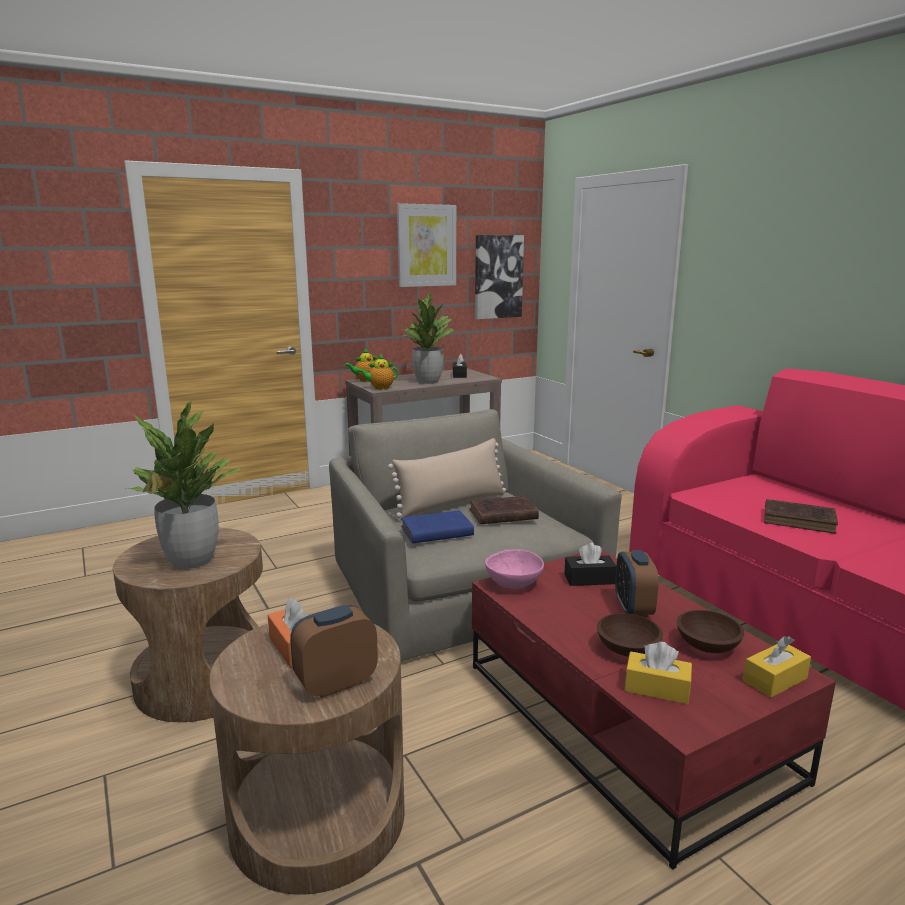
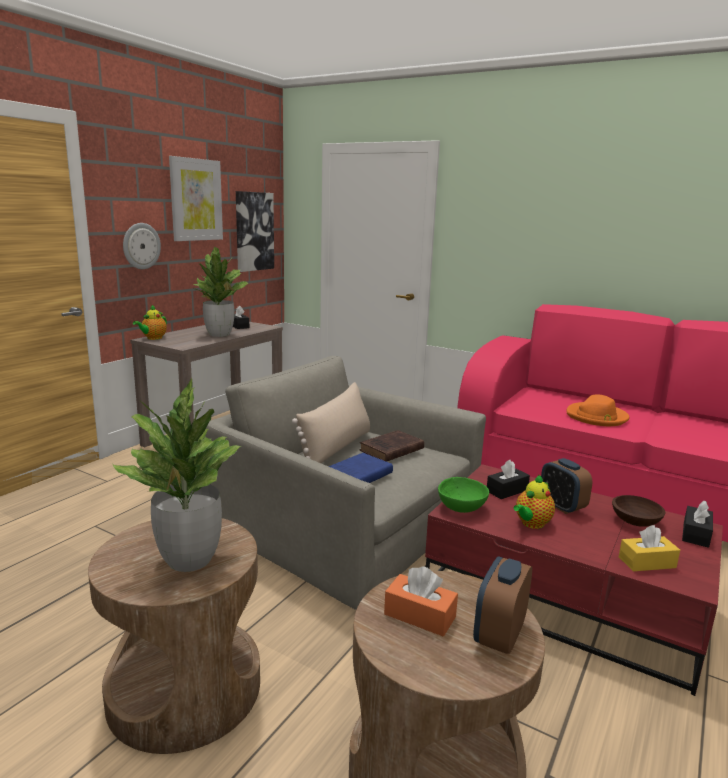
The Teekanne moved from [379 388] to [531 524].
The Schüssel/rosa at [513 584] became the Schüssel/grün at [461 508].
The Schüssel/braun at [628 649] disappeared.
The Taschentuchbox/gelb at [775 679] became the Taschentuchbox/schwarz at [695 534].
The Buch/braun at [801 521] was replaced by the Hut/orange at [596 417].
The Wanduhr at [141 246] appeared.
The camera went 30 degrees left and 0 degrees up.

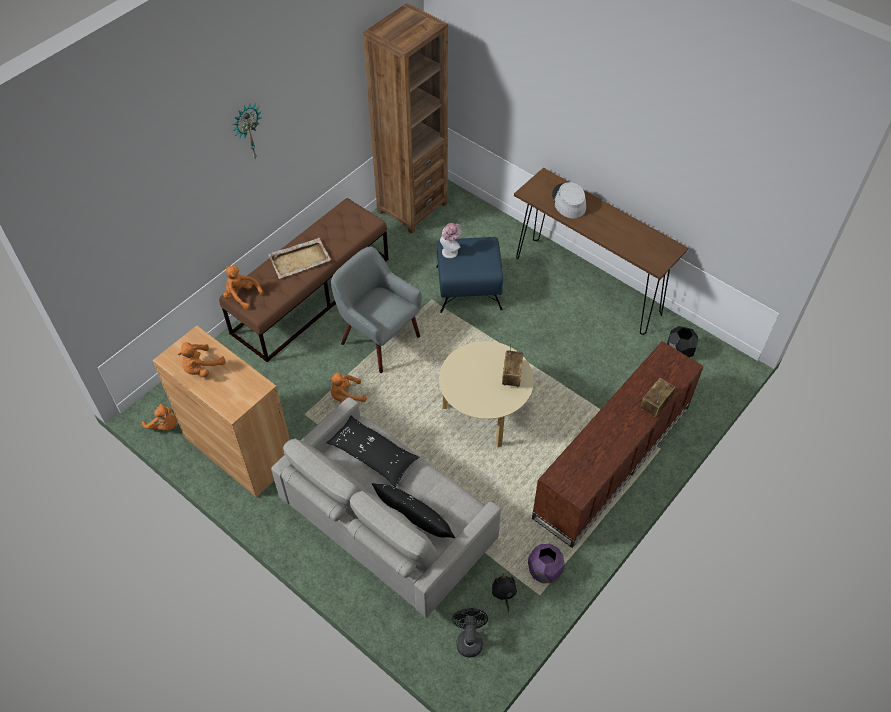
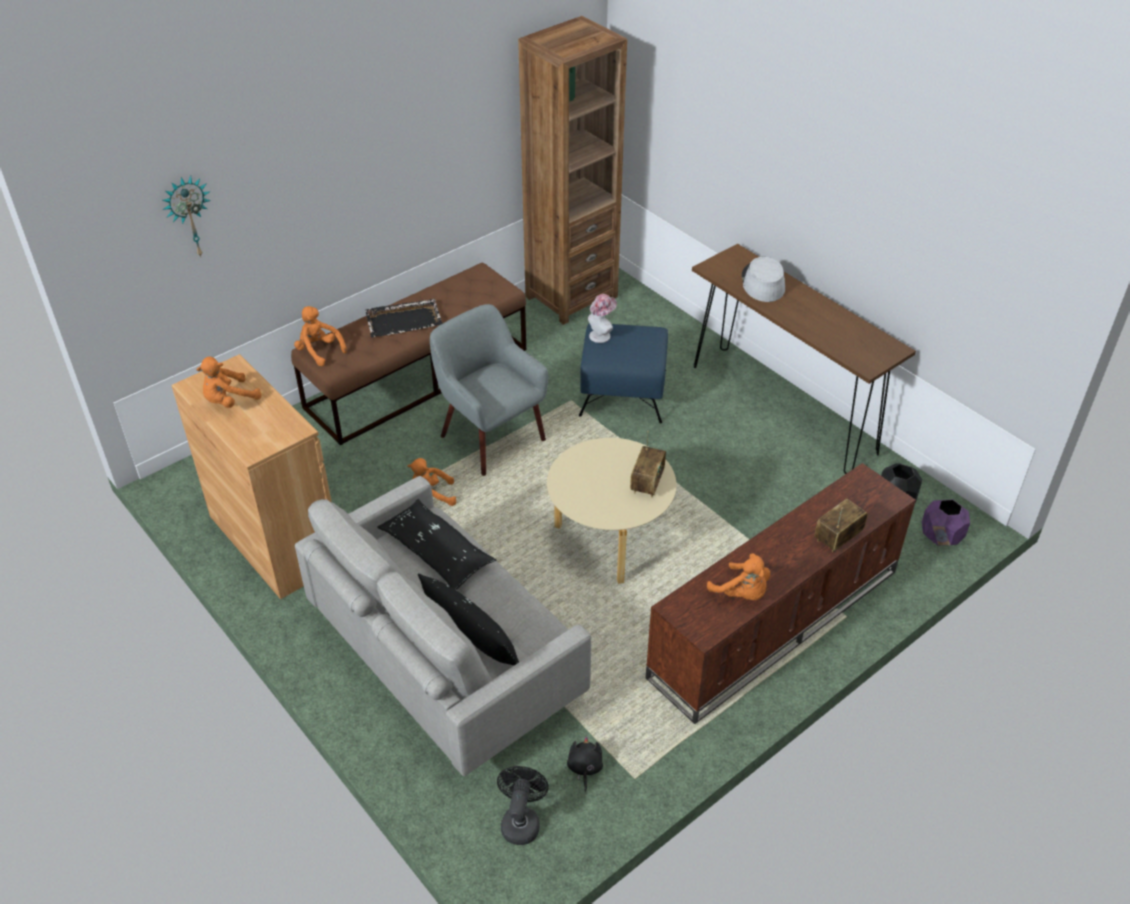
The Plüschtier/orange moved from [165 425] to [742 593].
The Wanduhr moved from [247 131] to [189 216].
The Tablett/beige at [300 259] became the Tablett/schwarz at [404 320].
The Pflanzkübel/lila moved from [545 571] to [941 537].
The camera went 10 degrees right and 10 degrees down.

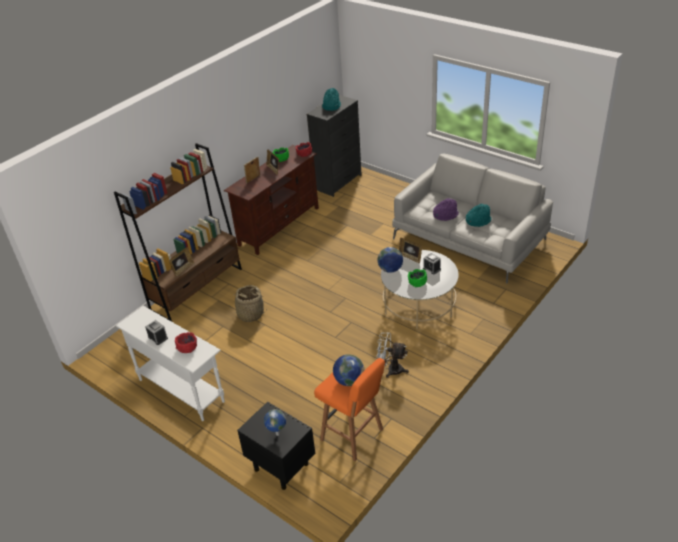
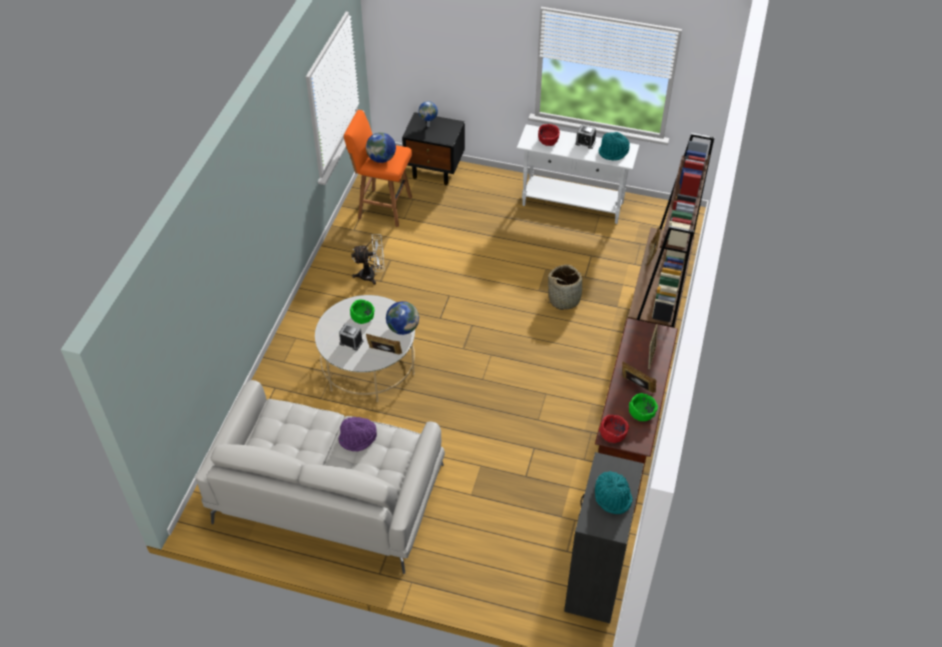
The Hut/türkis moved from [478 221] to [613 152].
The camera went 155 degrees right and 10 degrees up.

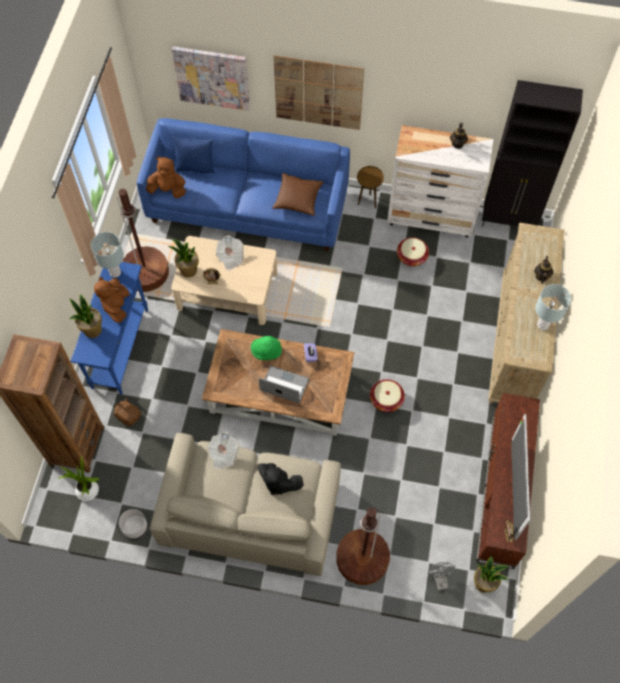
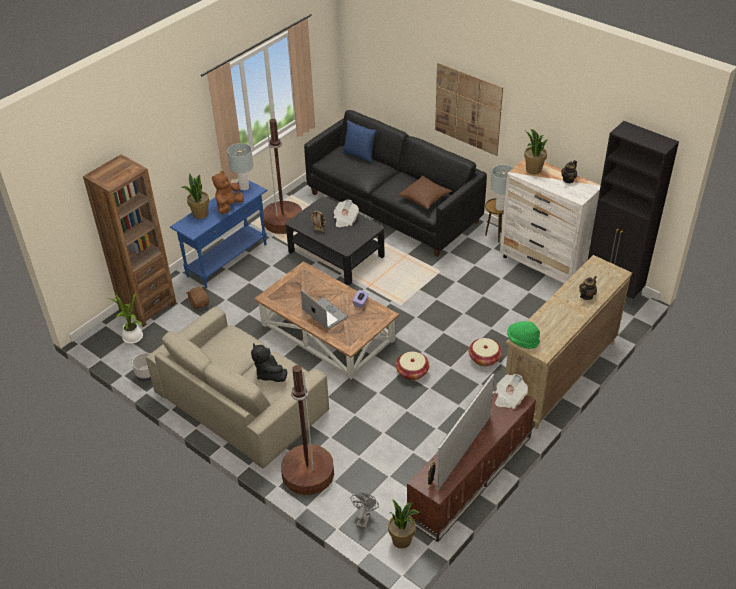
The Sofa/blau at [248 206] became the Sofa/schwarz at [393 207].
The Plüschtier/braun at [167 190] disappeared.
The Topfpflanze moved from [188 270] to [533 170].
The Couchtisch/beige at [227 290] became the Couchtisch/schwarz at [336 253].
The Bild at [212 77] disappeared.
The Zeitung moved from [223 454] to [509 397].
The Hut/grün moved from [266 351] to [522 340].
The Korb moved from [412 256] to [484 358].
The Tischlampe/grau moved from [543 325] to [500 208].
The camera went 30 degrees right and 20 degrees down.

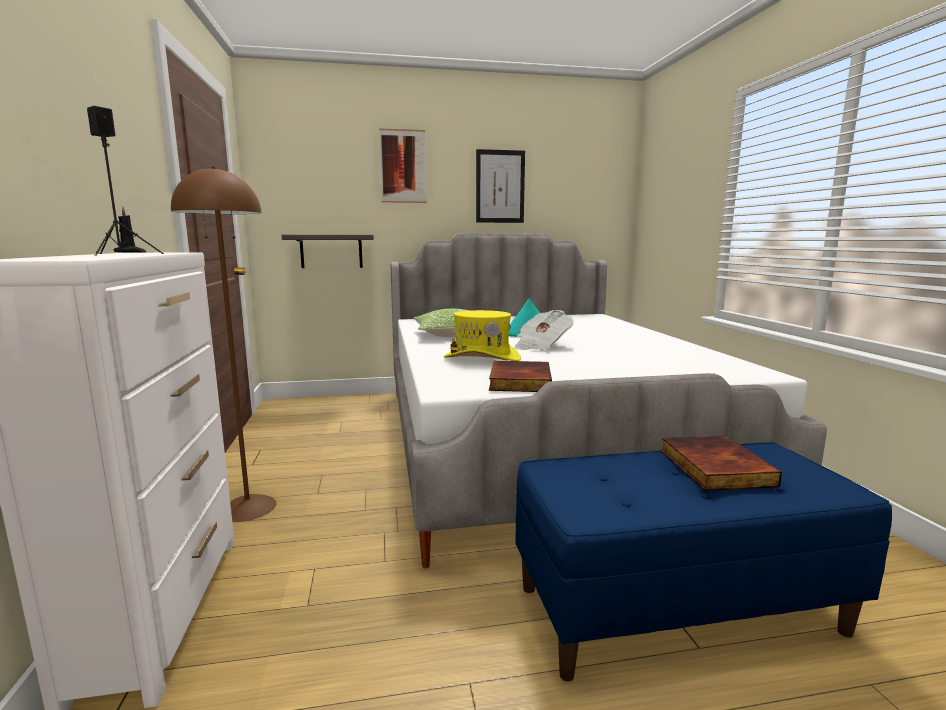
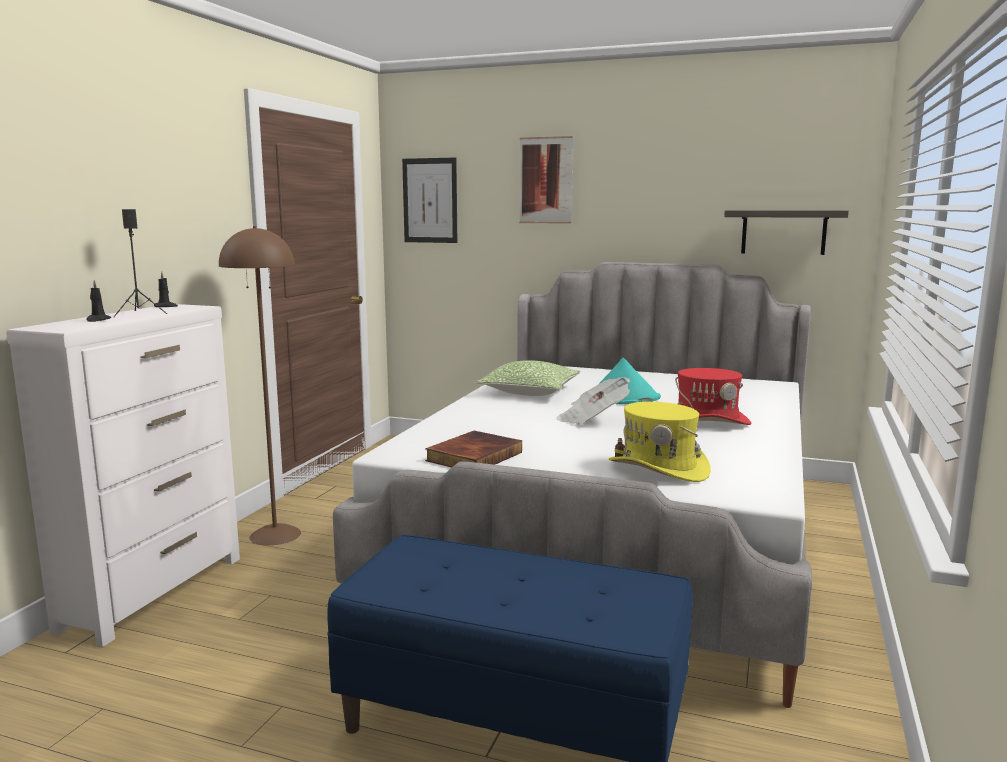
The Wandregal moved from [331 251] to [783 232].
The Hut/gelb moved from [482 358] to [658 468].
The Bild moved from [500 186] to [430 200].
The Buch at [713 467] disappeared.
The Kerze/schwarz at [98 320] appeared.
The Hut/rot at [707 421] appeared.
The camera went 30 degrees right and 0 degrees up.

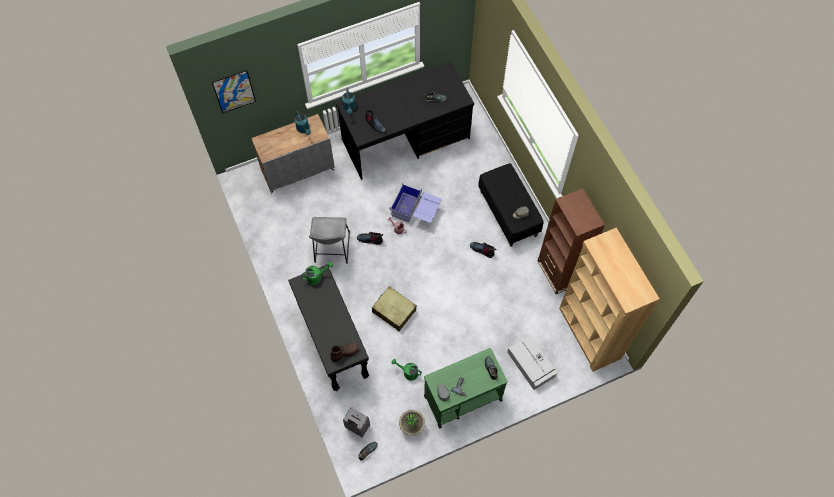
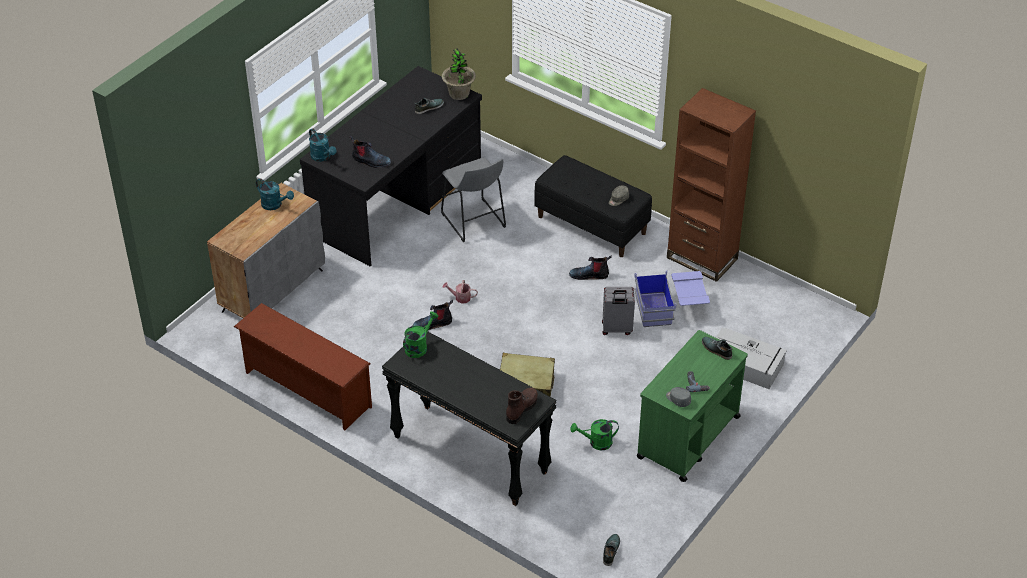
The Bild at [234 91] disappeared.
The Hocker/grau moved from [331 250] to [474 223].
The Koffer/grau moved from [357 427] to [616 329].
The Aufbewahrungsbox/blau moved from [416 211] to [670 309].
The Topfpflanze moved from [412 426] to [459 94].
The Bücherregal/braun at [589 333] disappeared.
The Schuhregal/braun at [306 390] appeared.
The camera went 30 degrees left and 20 degrees down.

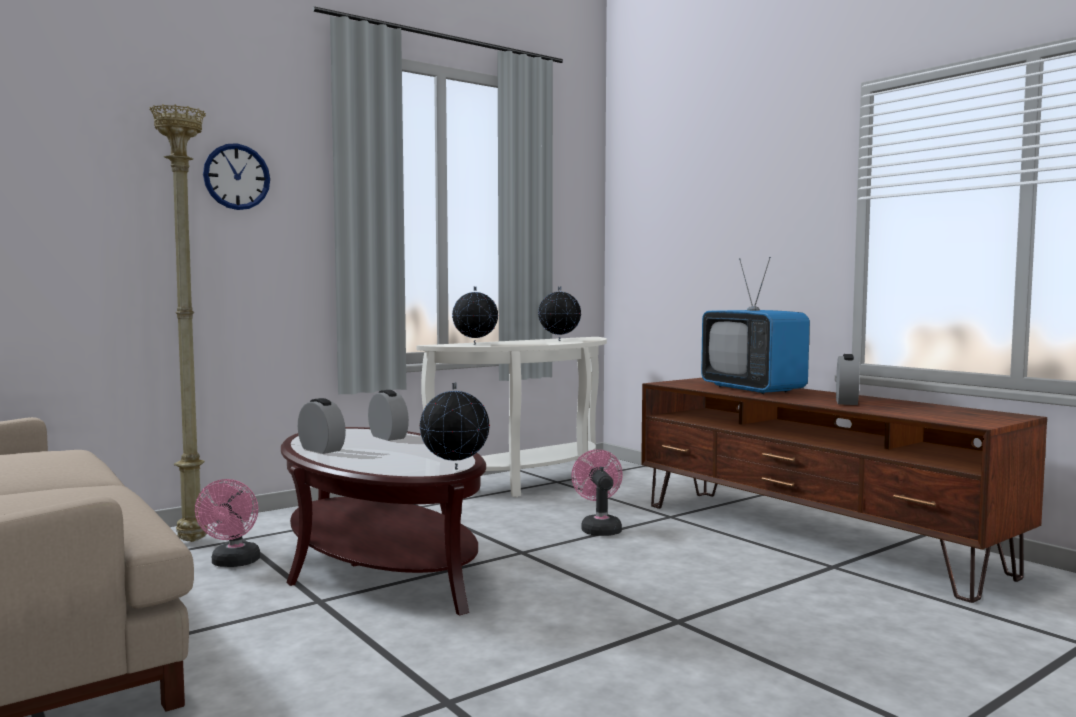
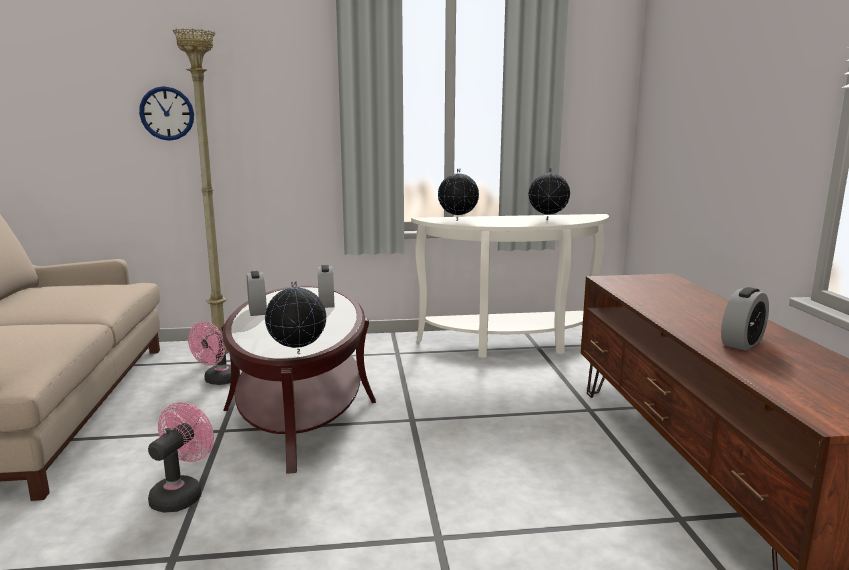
The Wanduhr moved from [236 177] to [167 113].
The Ventilator/rosa moved from [599 528] to [181 494].
The Fernseher at [752 389] disappeared.
The camera went 30 degrees right and 10 degrees up.

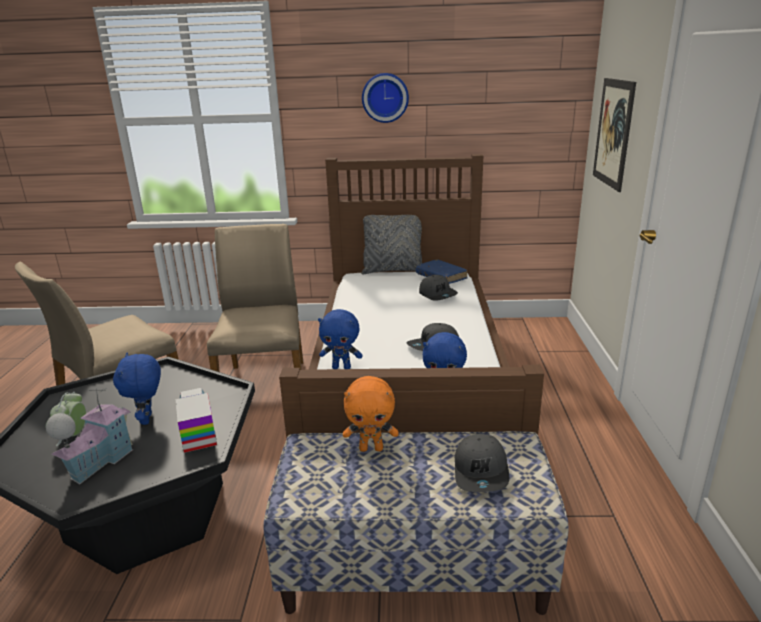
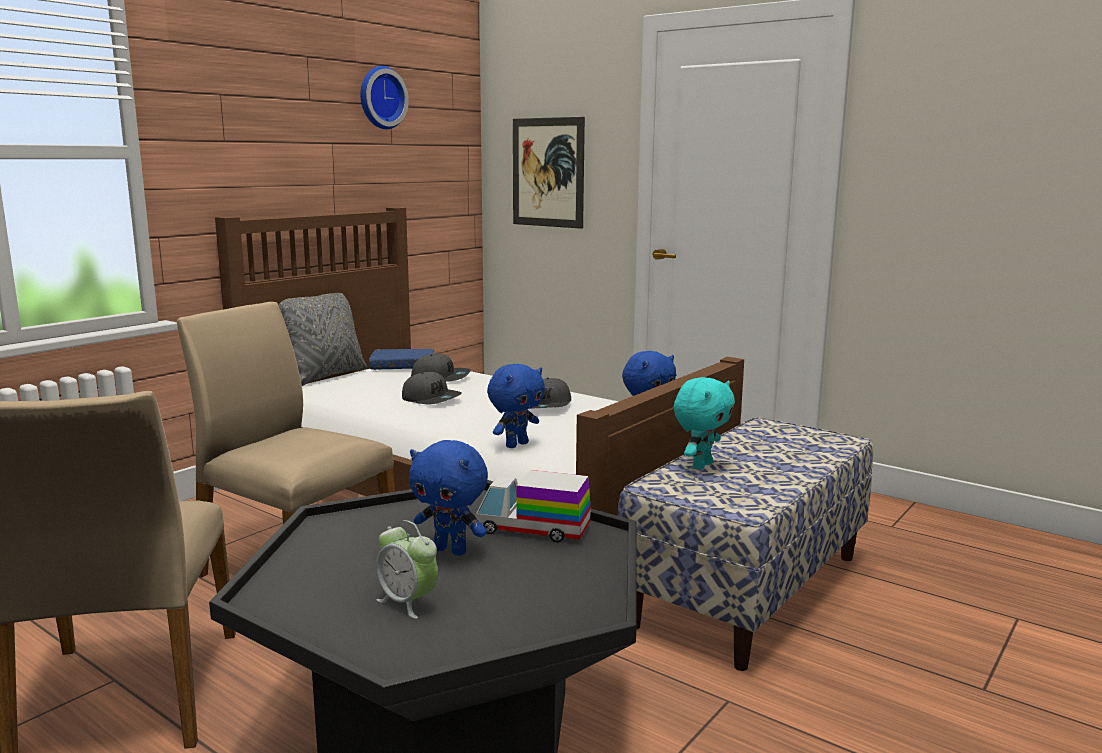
The Spielzeughaus at [100 461] disappeared.
The Plüschtier/orange at [371 448] became the Plüschtier/türkis at [701 465].
The Wanduhr moved from [385 97] to [380 98].
The Kappe/grau moved from [481 472] to [431 399].
The camera went 55 degrees left and 10 degrees down.

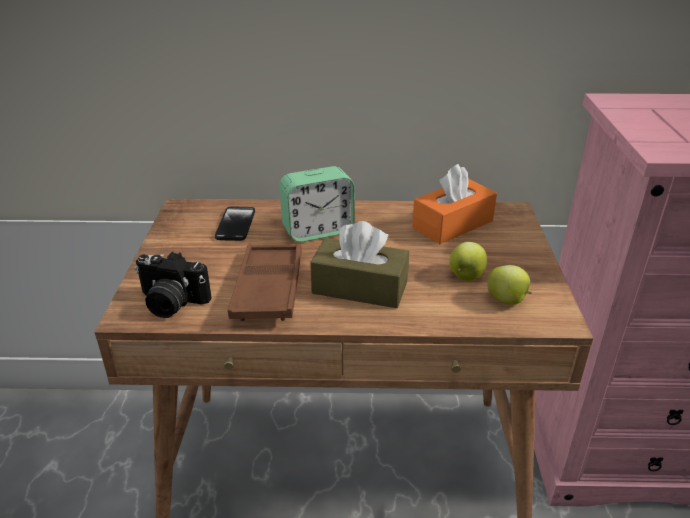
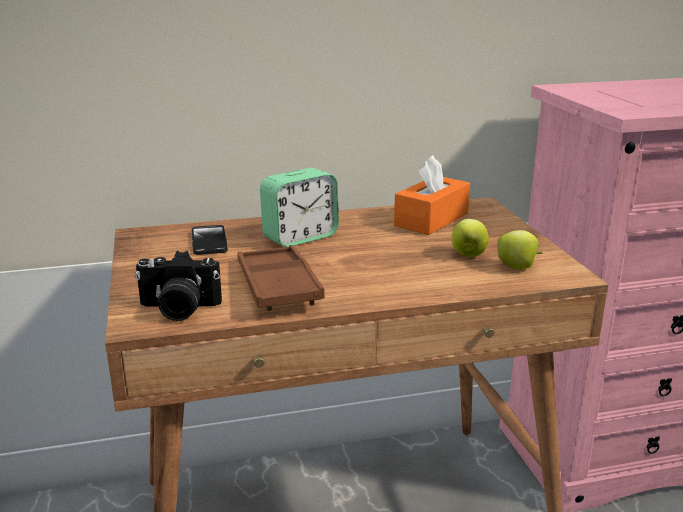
The Taschentuchbox/braun at [359 287] disappeared.
The camera went 15 degrees left and 10 degrees down.

